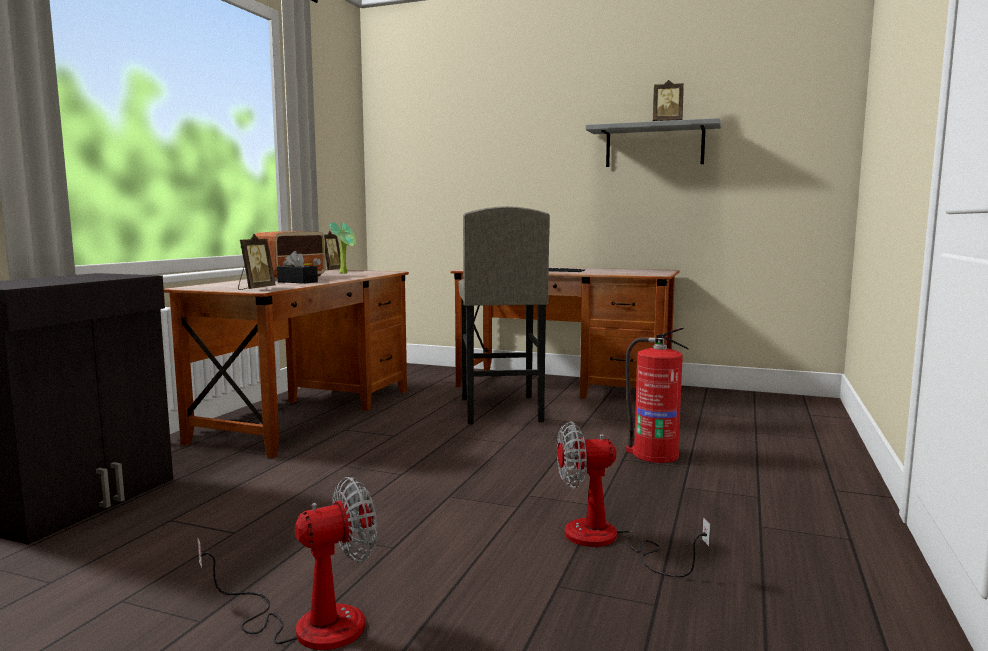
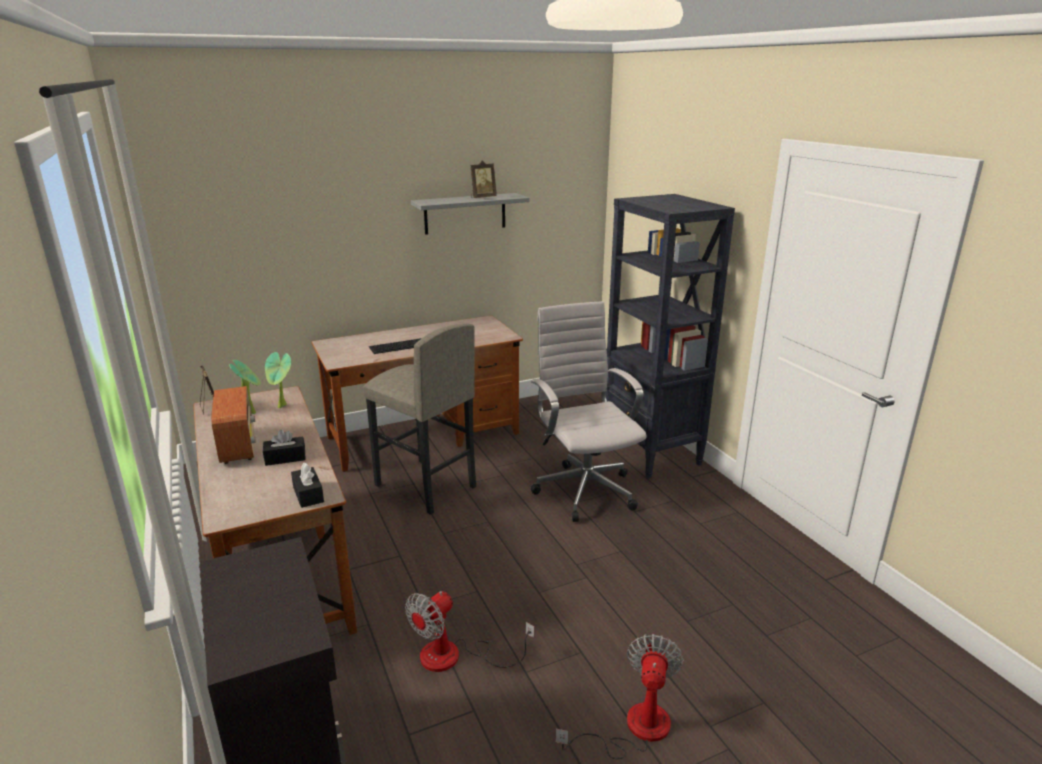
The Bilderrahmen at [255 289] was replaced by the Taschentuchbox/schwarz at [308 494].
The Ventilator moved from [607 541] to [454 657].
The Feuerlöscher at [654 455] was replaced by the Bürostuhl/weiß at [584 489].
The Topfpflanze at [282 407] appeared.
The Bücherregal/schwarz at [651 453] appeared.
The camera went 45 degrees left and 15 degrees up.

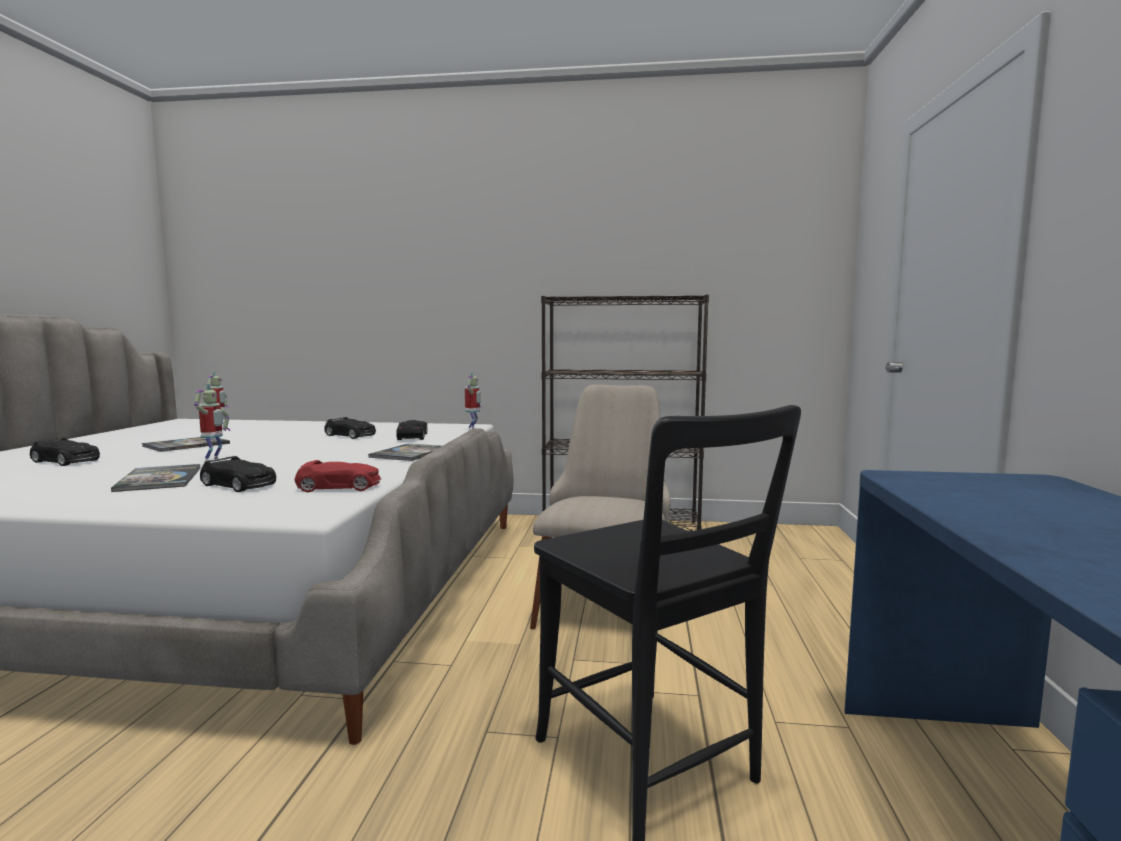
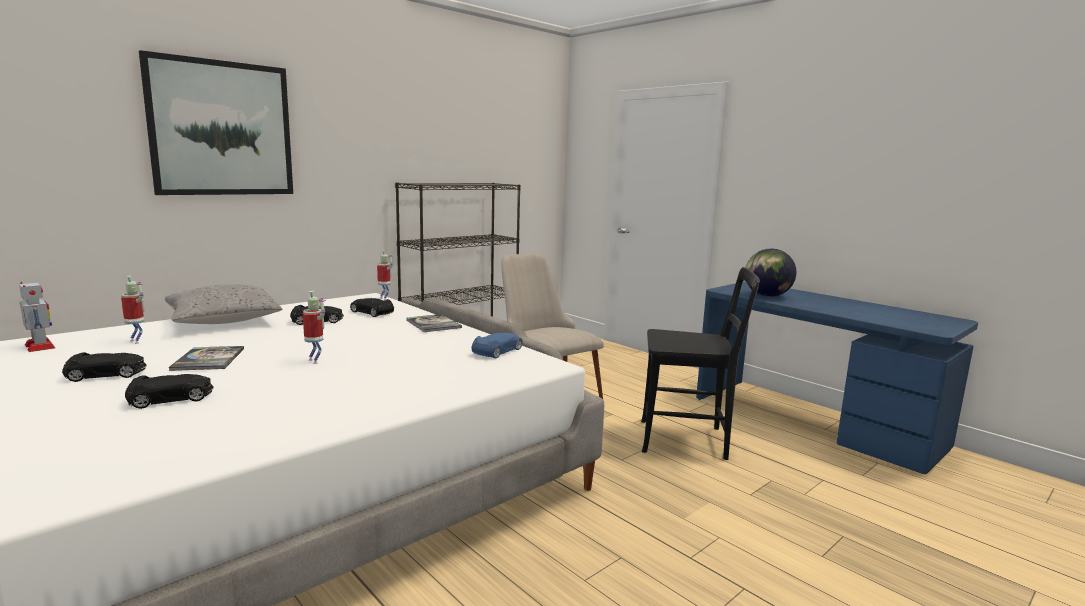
The Buch at [159 479] disappeared.
The Spielzeugauto/schwarz moved from [239 485] to [107 374].
The Spielzeugauto/rot at [339 487] became the Spielzeugauto/blau at [497 351].
The Spielzeugroboter at [40 346] appeared.
The Bild at [222 129] appeared.
The Kissen/grau at [224 320] appeared.
The Globus at [767 296] appeared.
The camera went 50 degrees left and 5 degrees up.

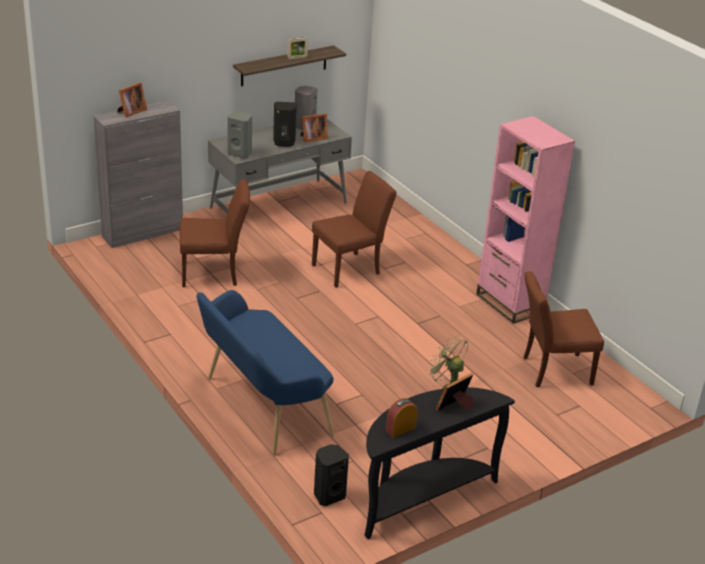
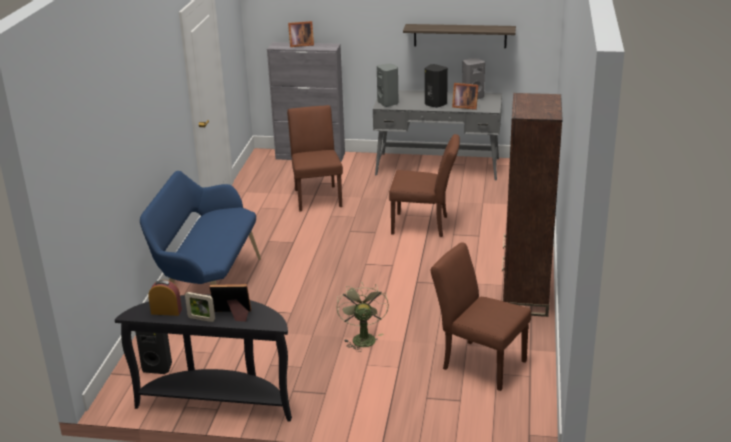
The Stuhl/braun at [215 274] turned 135 degrees counterclockwise.
The Bilderrahmen moved from [297 57] to [201 319].
The Bücherregal/rosa at [510 303] became the Bücherregal/braun at [525 297].
The camera went 45 degrees right and 5 degrees down.

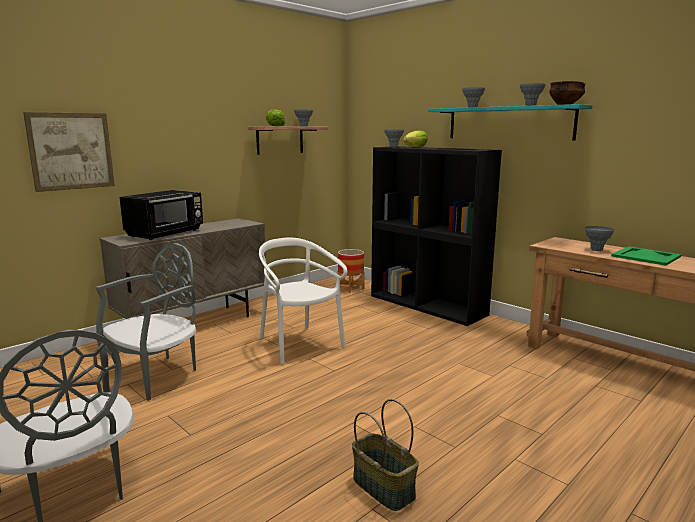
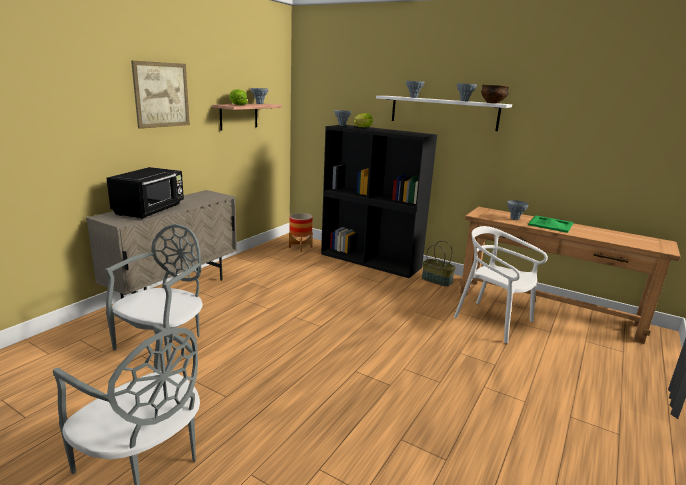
The Bild moved from [71 151] to [161 95].
The Stuhl/weiß moved from [299 344] to [493 321].
The Korb moved from [384 487] to [437 280].
The Wandregal/türkis at [508 123] became the Wandregal/weiß at [443 112].
The camera went 15 degrees left and 5 degrees up.

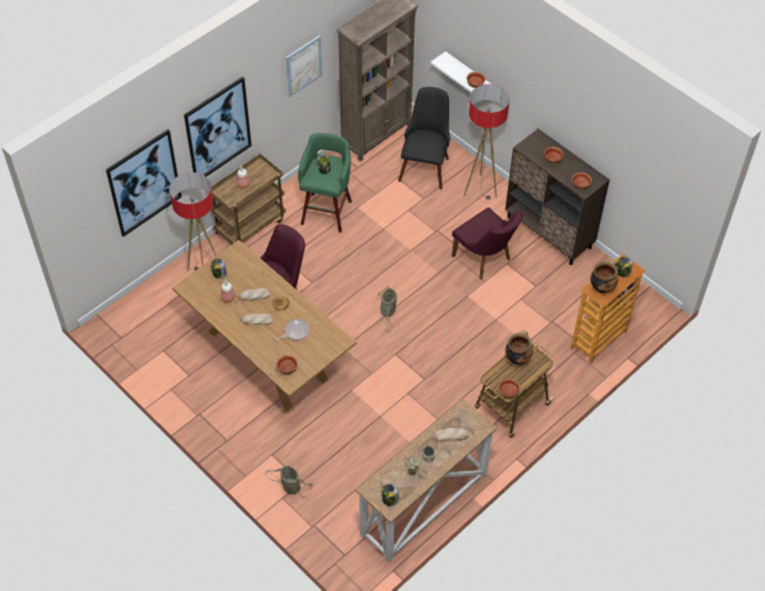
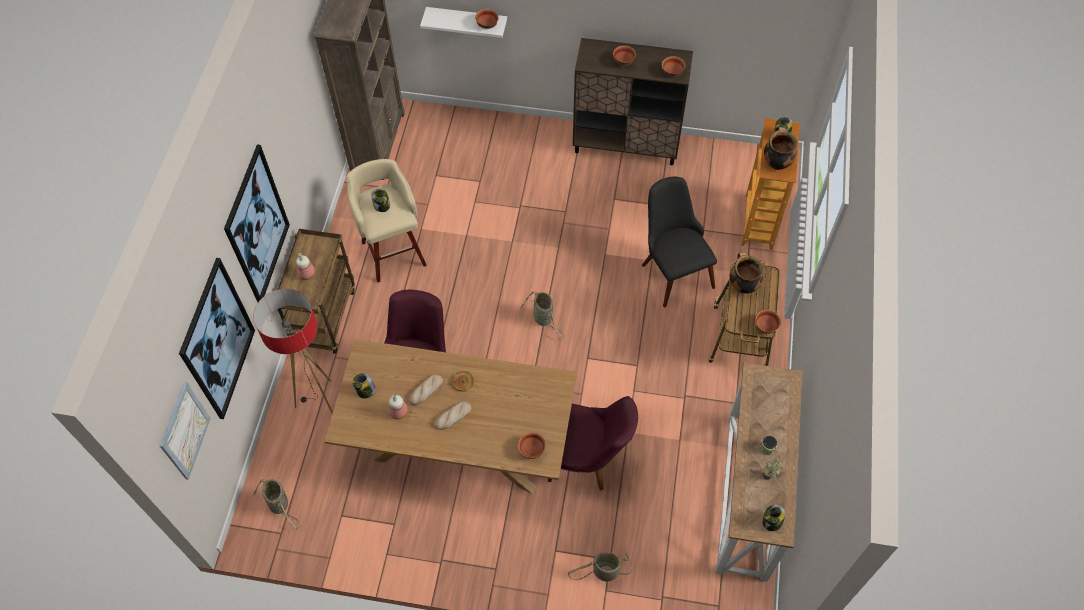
The Pfanne at [295 331] disappeared.
The Bild moved from [303 65] to [184 431].
The Hocker/grün at [327 211] became the Hocker/beige at [393 251].
The Stuhl/schwarz moved from [425 164] to [672 269].
The Brot at [451 435] disappeared.
The Stuhl/lila moved from [485 260] to [588 461].
The Stehlampe at [480 189] disappeared.
The Korb at [280 505] appeared.
The camera went 35 degrees left and 5 degrees up.

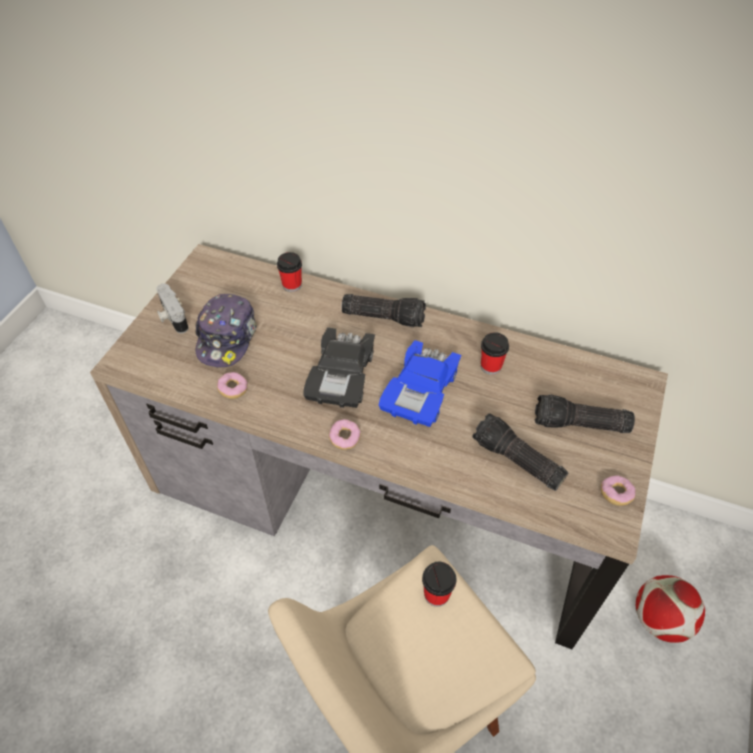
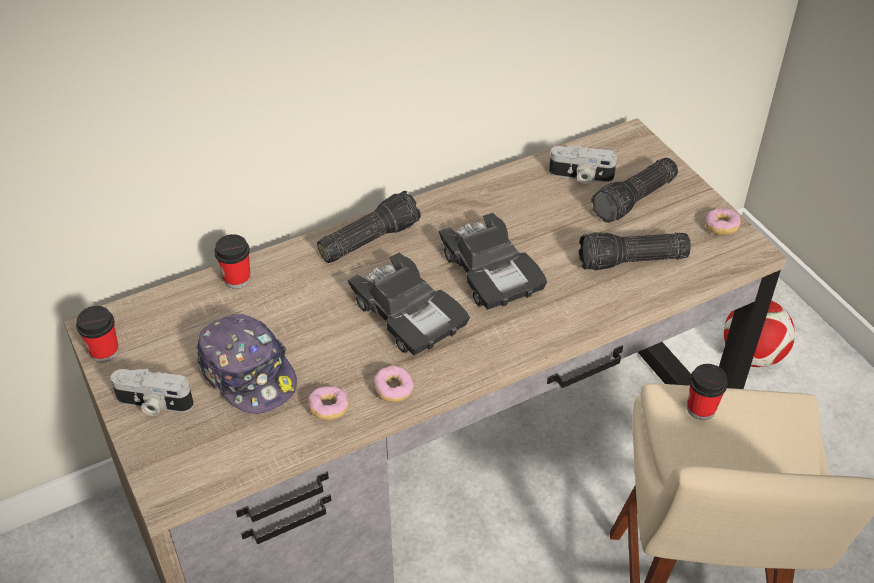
The Donut moved from [345 438] to [393 390].
The Spielzeugauto/blau at [420 391] became the Spielzeugauto/schwarz at [490 272].
The Tasse moved from [491 366] to [104 351].
The Kamera at [580 177] appeared.
The camera went 50 degrees left and 5 degrees down.

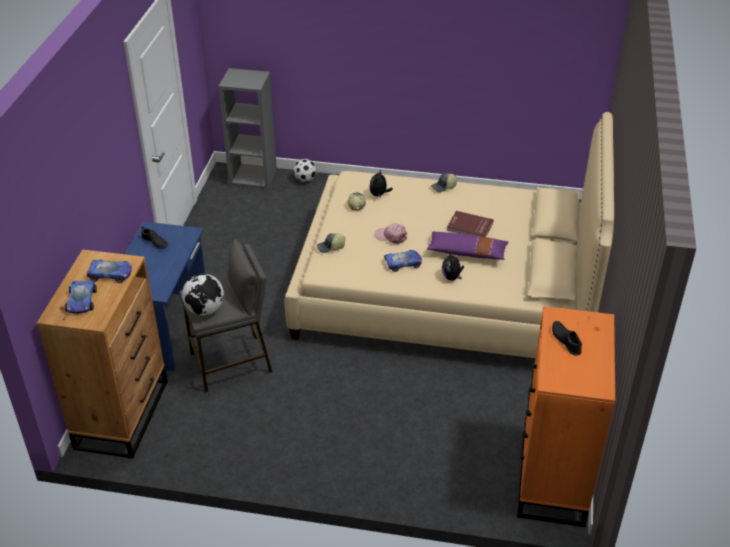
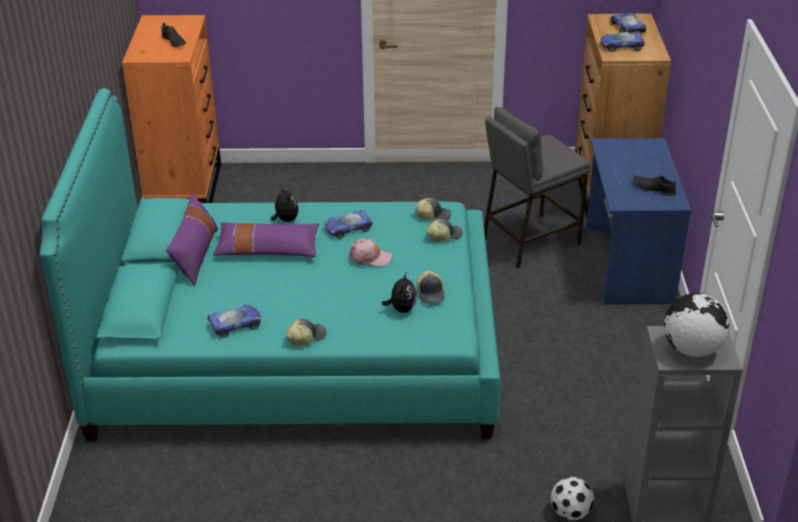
The Globus moved from [205 310] to [691 349].
The Bett/beige at [447 289] became the Bett/türkis at [296 349].
The Buch/rot at [469 227] disappeared.
The Kissen/lila at [195 255] appeared.
The Spielzeugauto at [236 324] appeared.
The Kappe at [433 215] appeared.
The camera went 170 degrees right and 5 degrees down.

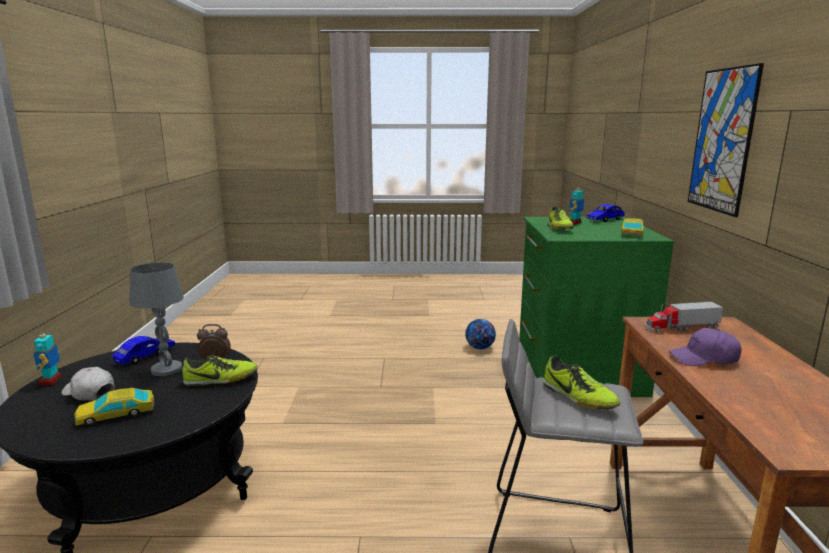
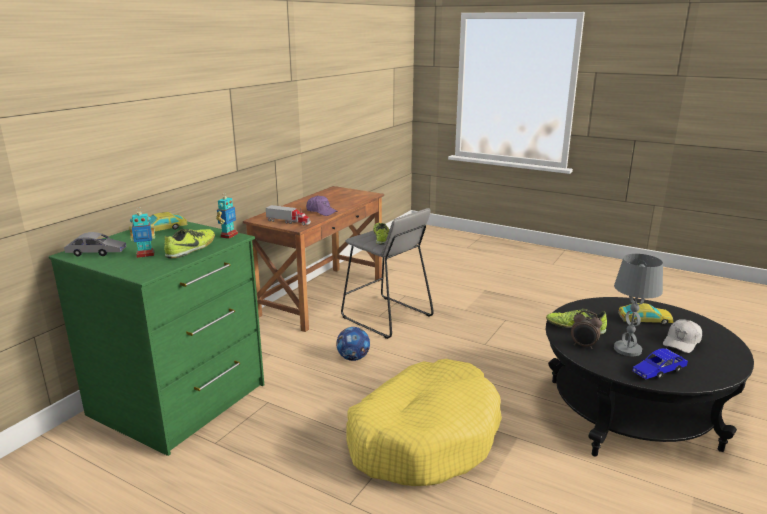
The Spielzeugroboter moved from [51 381] to [228 235].
The Kappe/weiß at [89 392] turned 75 degrees clockwise.
The Fußball moved from [480 347] to [353 358].
The Spielzeugauto/blau at [605 220] became the Spielzeugauto/grau at [96 253].
The Bild at [722 140] disappeared.
The Hundebett/gelb at [424 437] appeared.
The camera went 150 degrees left and 5 degrees up.

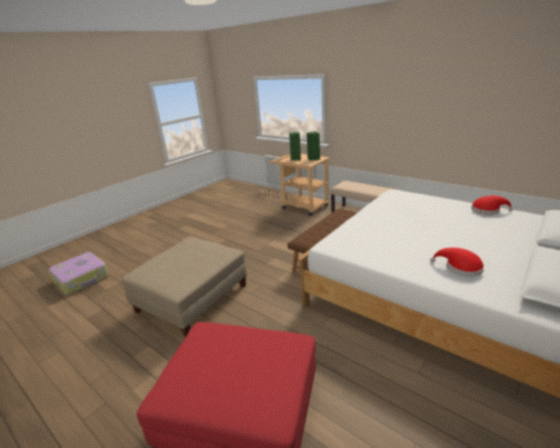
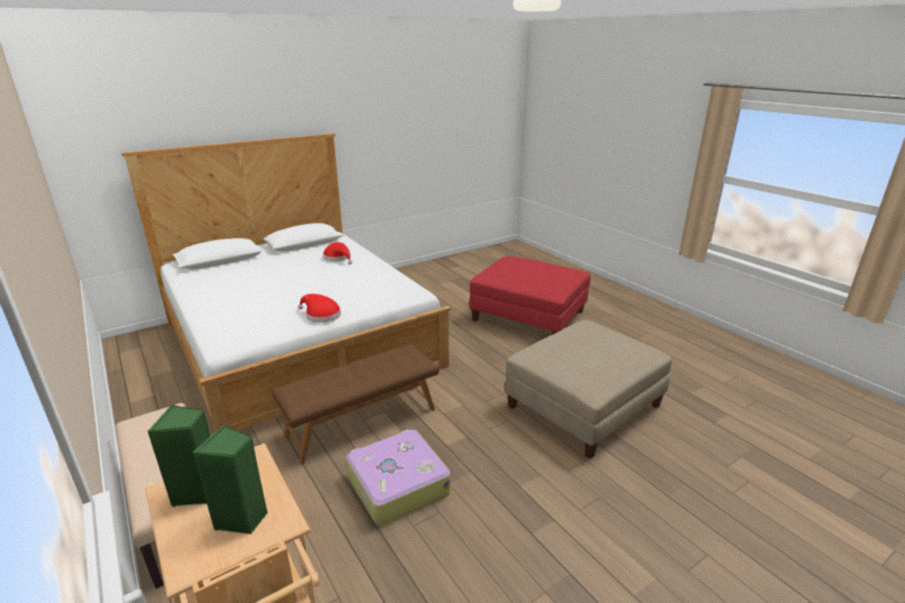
The Koffer moved from [82 279] to [397 485].
The Hut/rot moved from [487 210] to [321 315].
The camera went 165 degrees left and 0 degrees up.

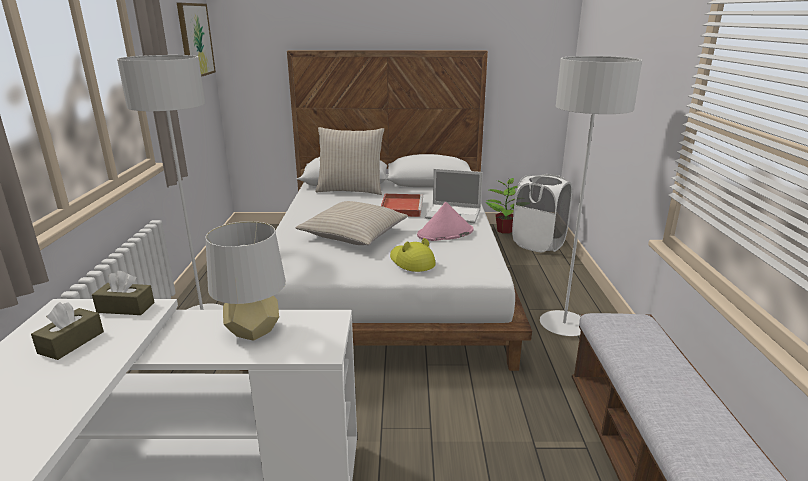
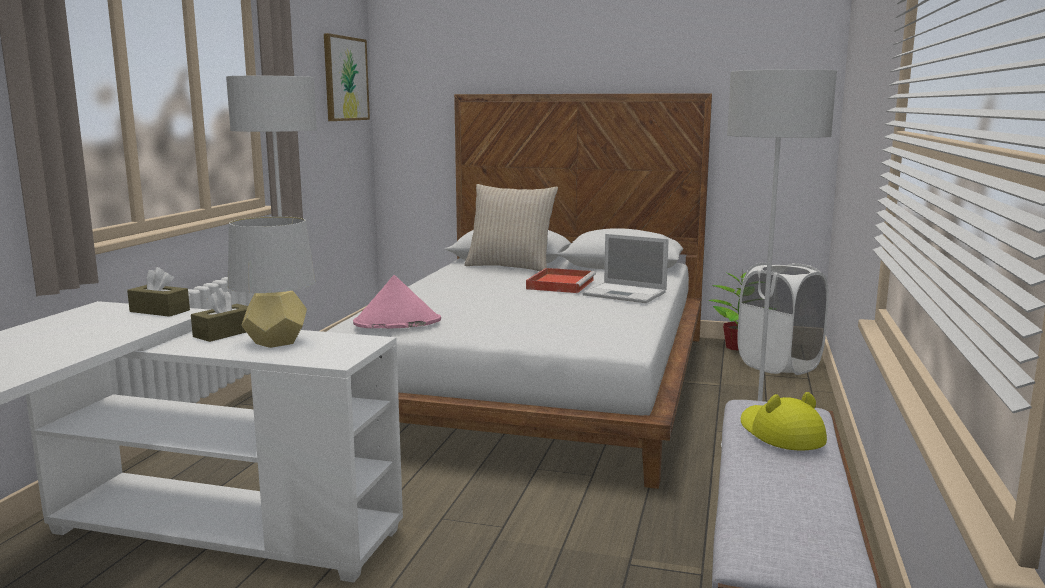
The Taschentuchbox/braun moved from [71 342] to [224 333].
The Kissen/beige at [354 233] disappeared.
The Hut/gelb moved from [411 261] to [780 433].
The Hut/rosa moved from [445 233] to [397 322].
The camera went 15 degrees right and 10 degrees down.

